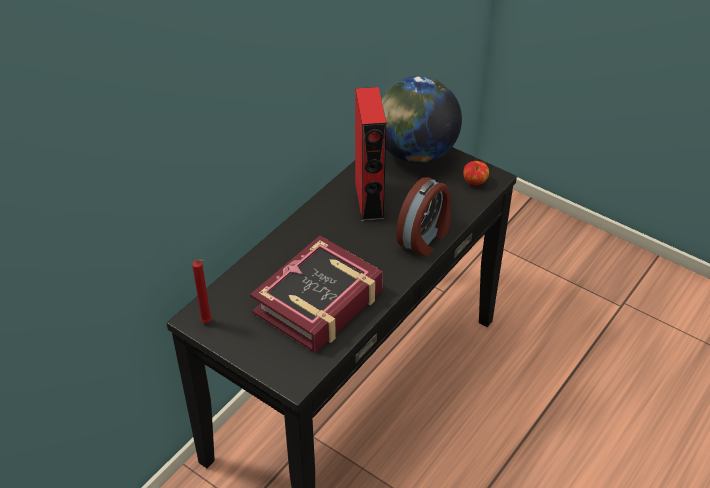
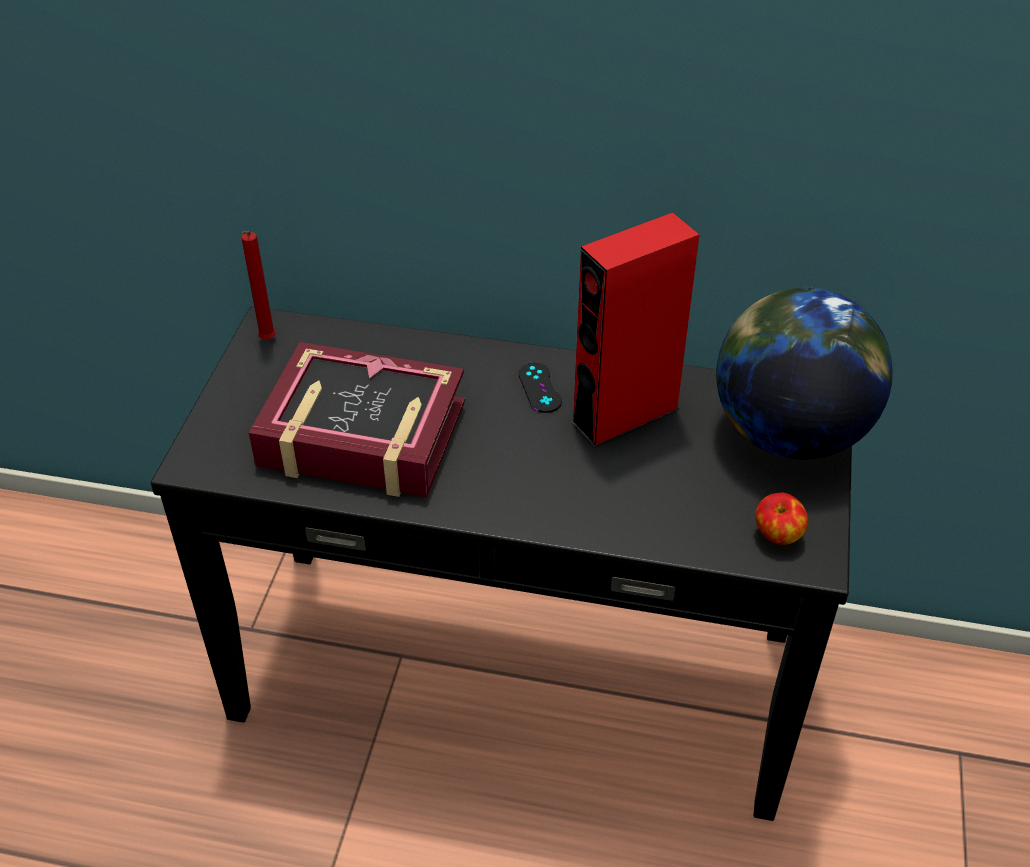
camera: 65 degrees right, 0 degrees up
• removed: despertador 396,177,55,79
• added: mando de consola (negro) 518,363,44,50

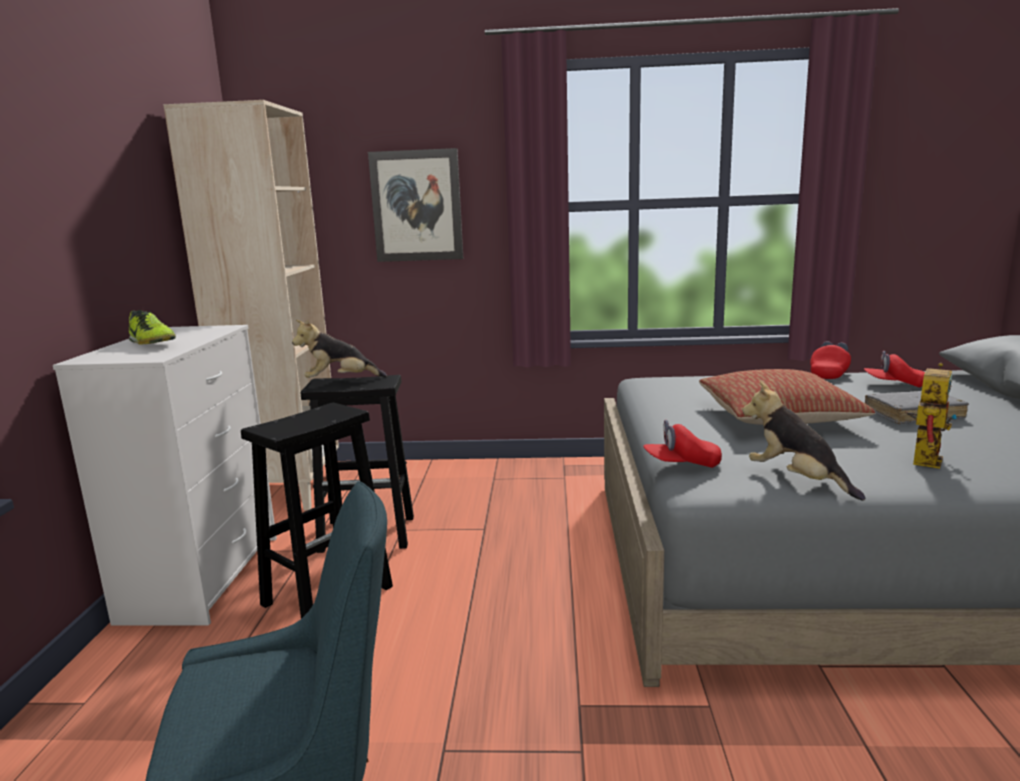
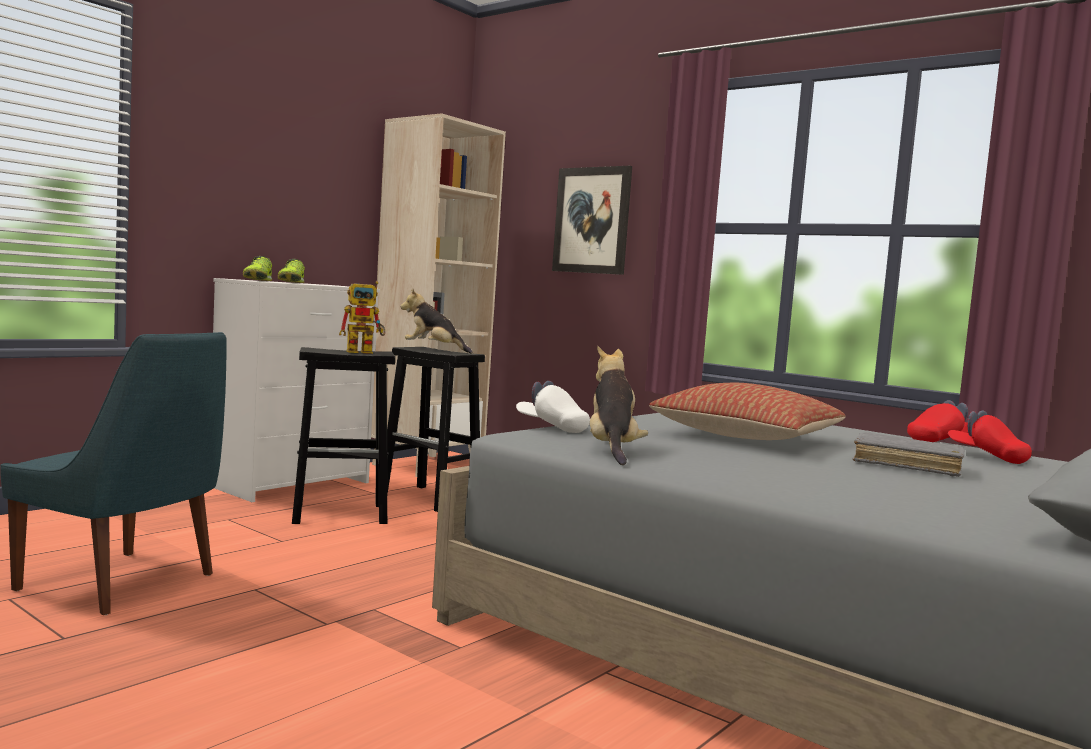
camera: 35 degrees right, 10 degrees down
• added: zapato 243,256,29,25
• moved: robot de juguete 905,363,53,106 to 339,281,46,73
• recoloured: gorra (rojo) 643,420,79,48 to gorra (blanco) 516,381,74,52

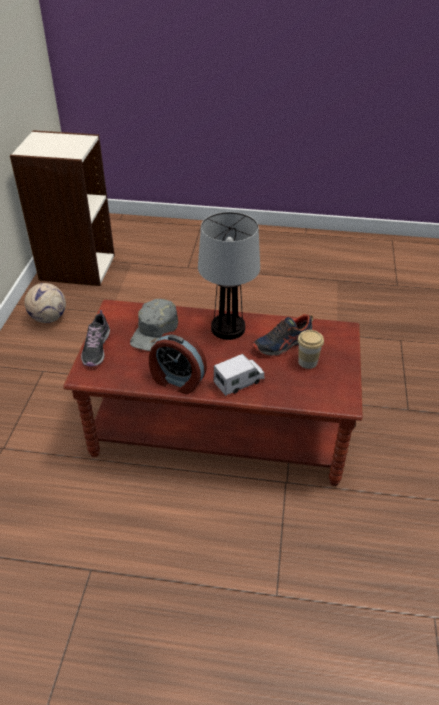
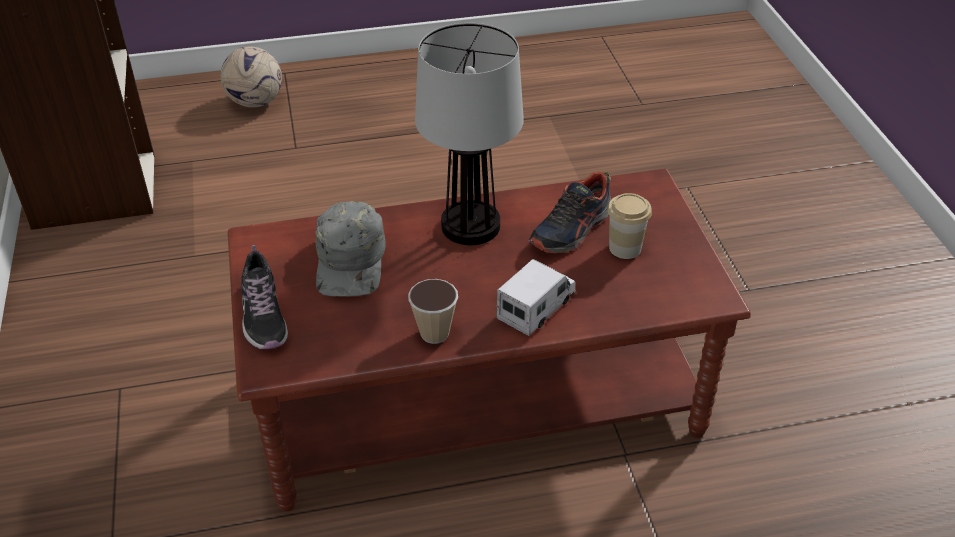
camera: 20 degrees left, 0 degrees up
• moved: balón de fútbol 25,283,41,40 to 221,46,61,61
• replaced: despertador 149,331,58,63 to taza 408,279,50,65

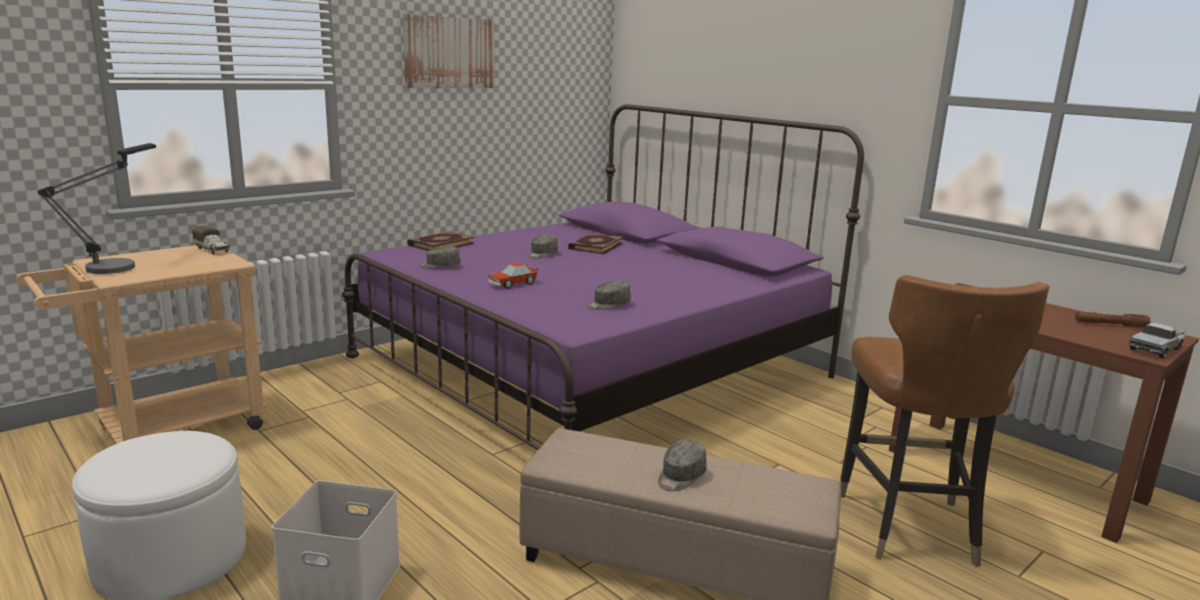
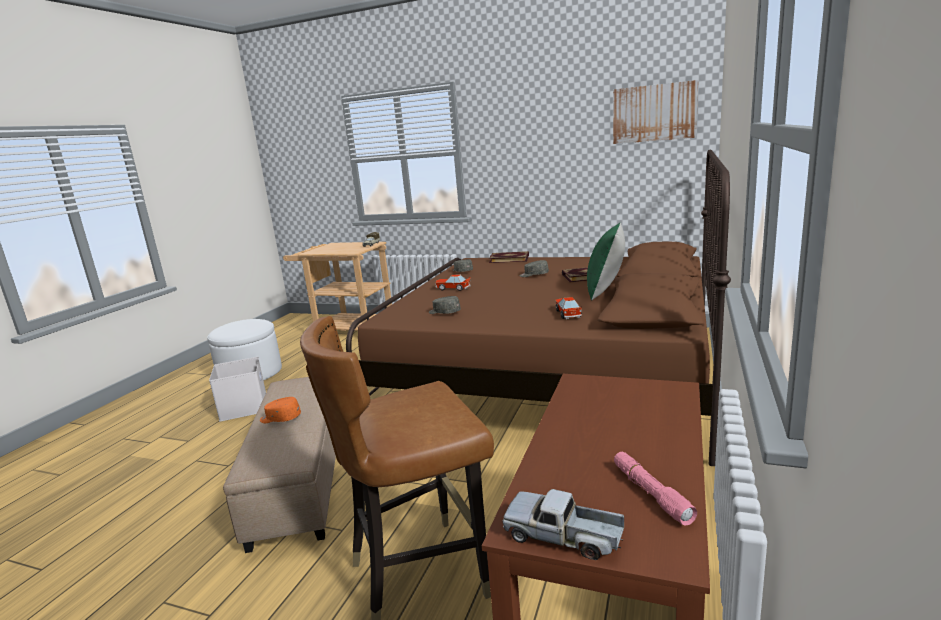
camera: 65 degrees right, 0 degrees up
• removed: lámpara de mesa 38,143,118,131
• added: coche de juguete 555,297,27,22
• added: cojín (verde) 587,223,38,77
• moved: cuadro 403,14,92,74 to 613,80,85,64
• recoloured: cama (morado) 342,104,522,346 to cama (marrón) 346,150,385,316
• recoloured: gorra (gris) 658,440,49,51 to gorra (naranja) 260,397,41,26
• recoloured: linterna (marrón) 1075,312,75,16 to linterna (rosa) 614,452,83,73

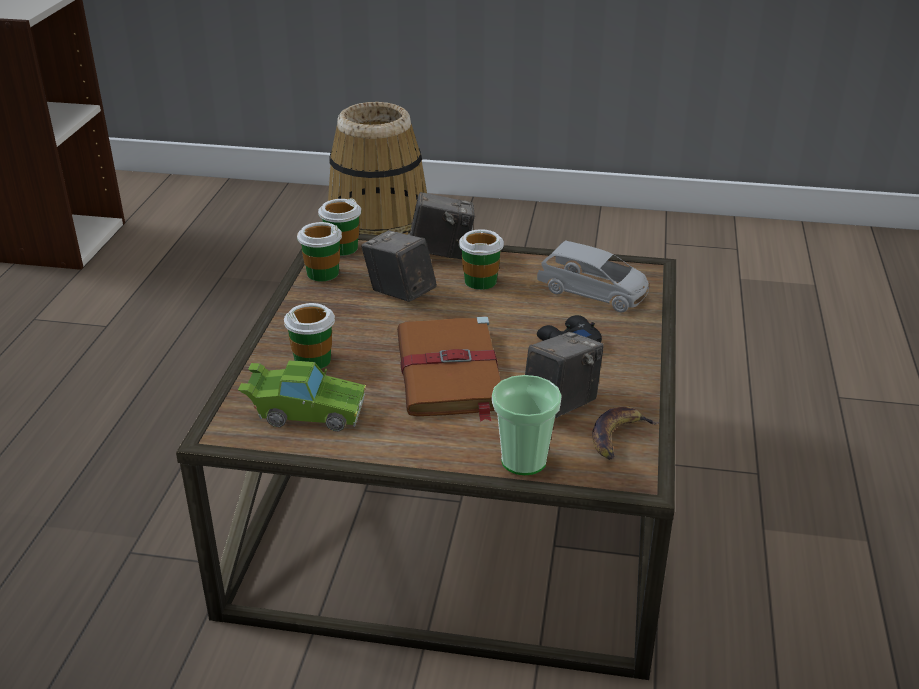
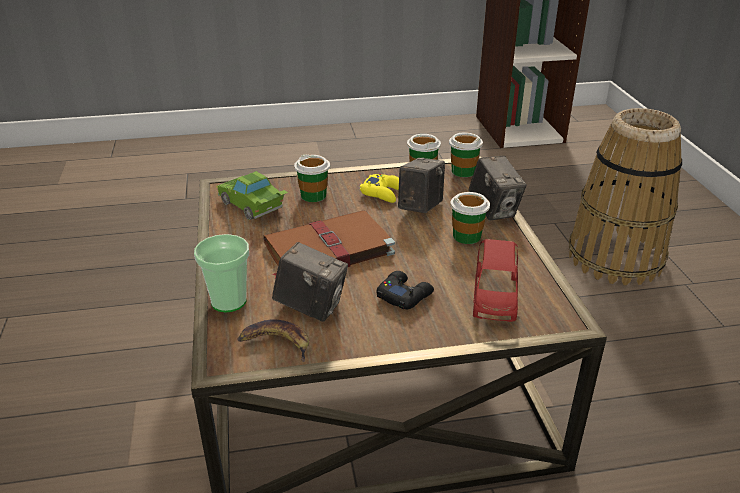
camera: 70 degrees right, 0 degrees up
• added: mando de consola (amarillo) 360,174,39,29
• recoloured: coche de juguete (gris) 537,240,112,72 to coche de juguete (rojo) 473,239,45,83
• turned: coche de juguete (verde) 238,360,128,72 = 216,171,72,49 150 degrees clockwise

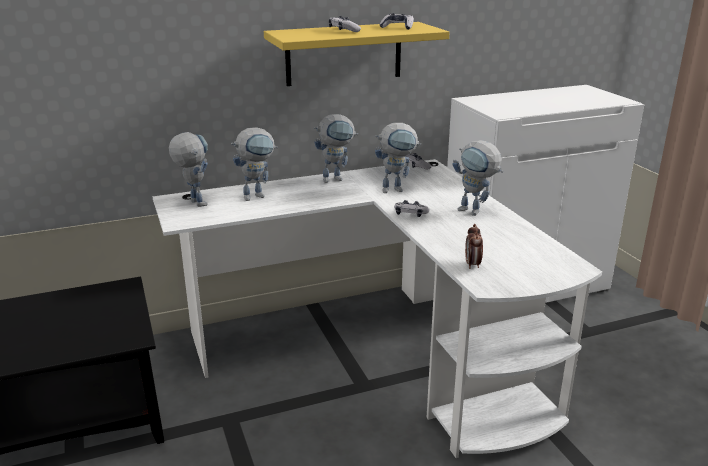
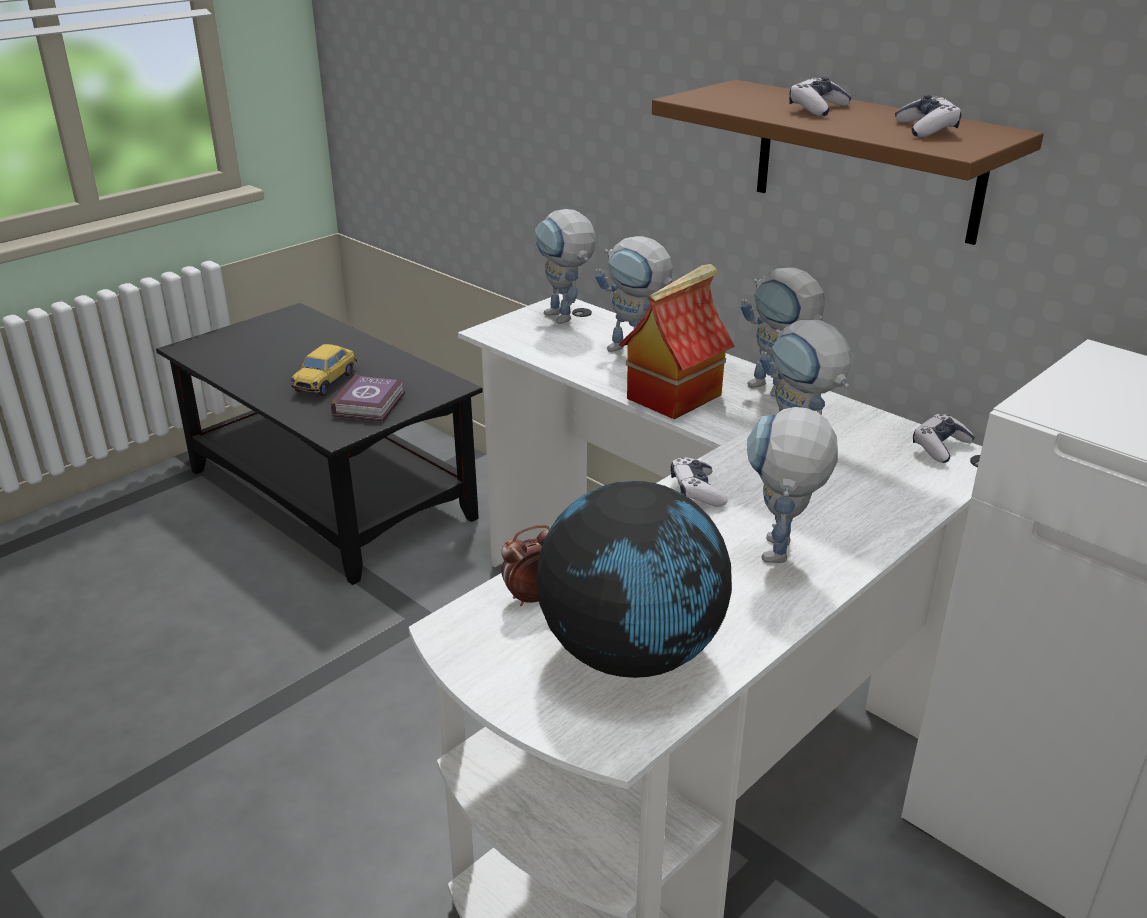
camera: 65 degrees right, 5 degrees up
• added: coche de juguete 291,344,66,52
• added: libro 331,374,74,48
• added: globo terráqueo 536,481,196,197
• added: casita 619,264,116,155
• recoloured: estante (amarillo) 264,22,186,64 to estante (marrón) 652,80,392,165
• turned: robot de juguete 169,132,39,75 = 535,209,61,115 120 degrees clockwise

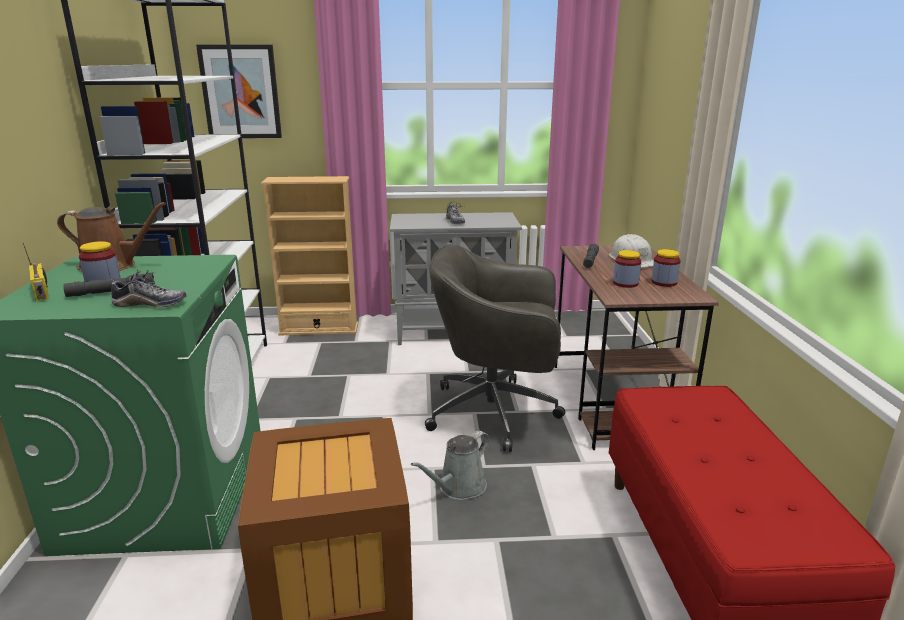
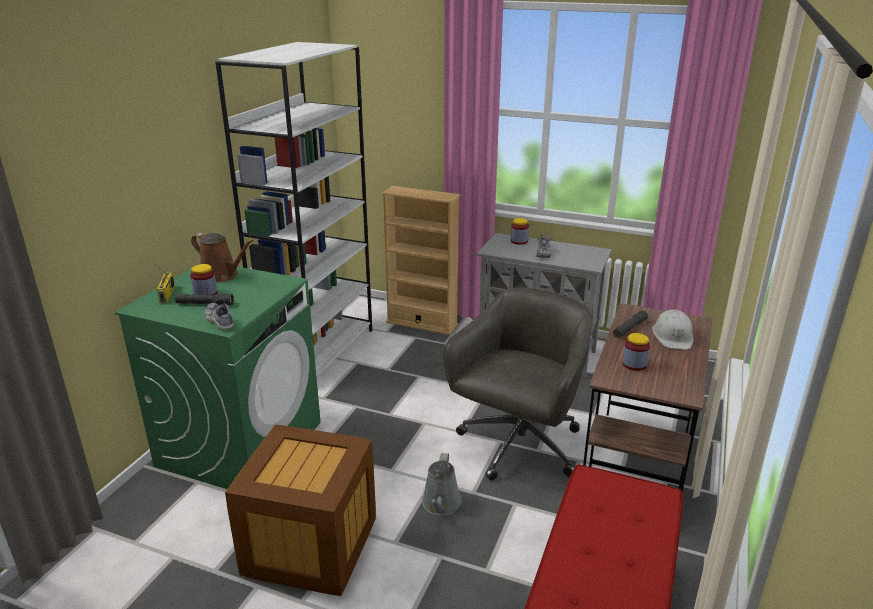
camera: 25 degrees right, 5 degrees up
• removed: cuadro 196,44,86,94
• moved: tarro 651,249,30,38 to 511,218,18,27
• turned: zapato 111,269,76,38 = 204,298,30,33 150 degrees counterclockwise
• turned: regadera (gris) 411,431,78,69 = 422,453,40,63 60 degrees counterclockwise
• turned: silla de oficina (gris) 425,245,140,207 = 444,288,149,192 90 degrees clockwise

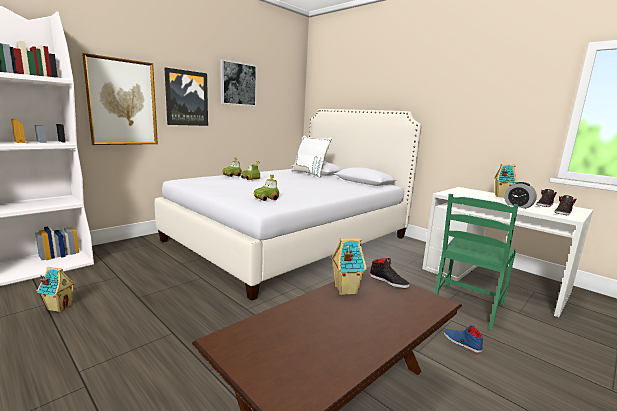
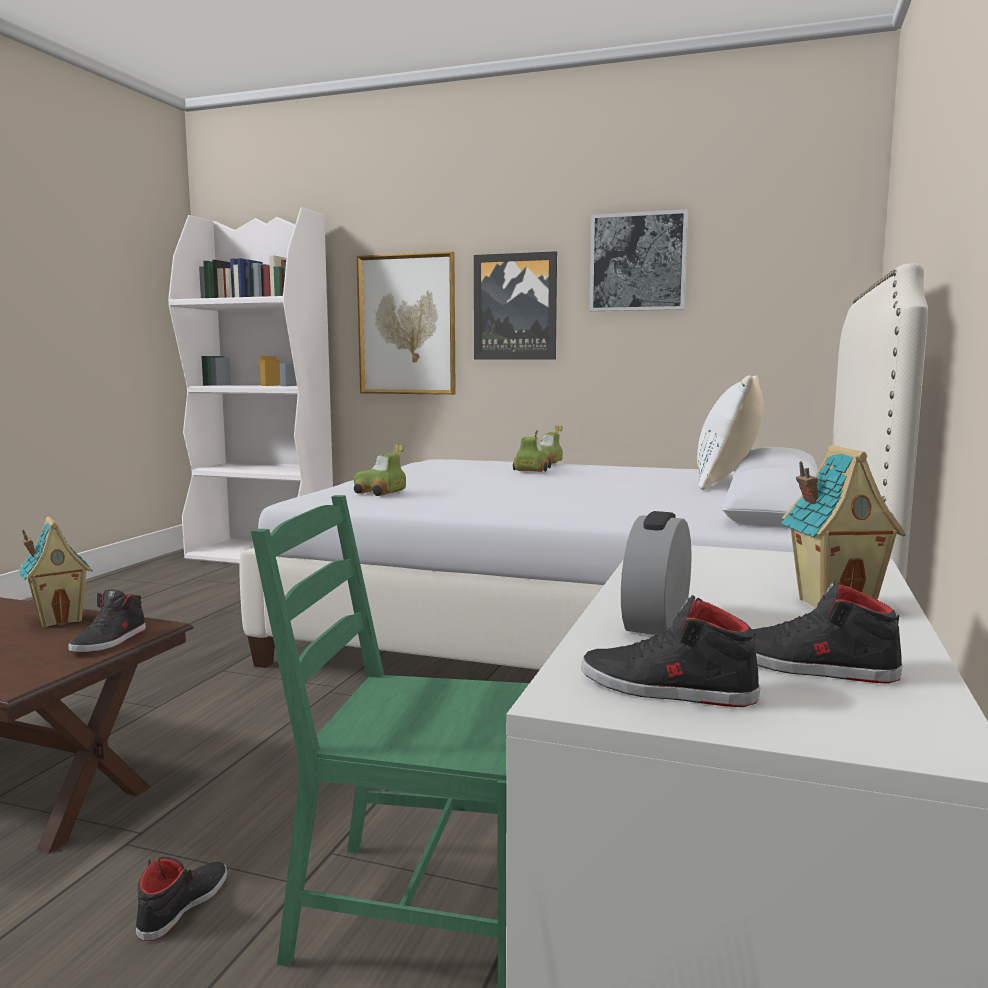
camera: 65 degrees right, 5 degrees down
• removed: casita 37,267,39,45
• recoloured: zapato (azul) 443,325,40,28 to zapato (negro) 136,856,91,85

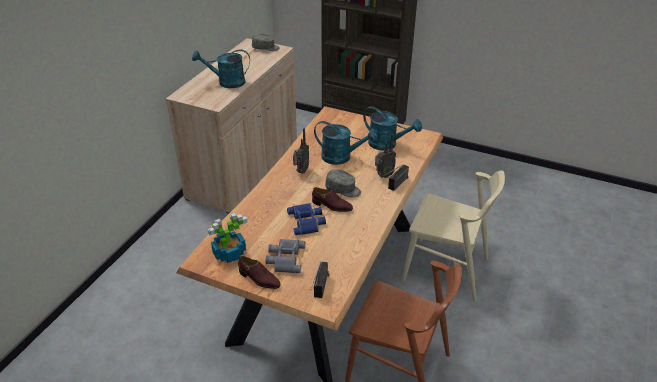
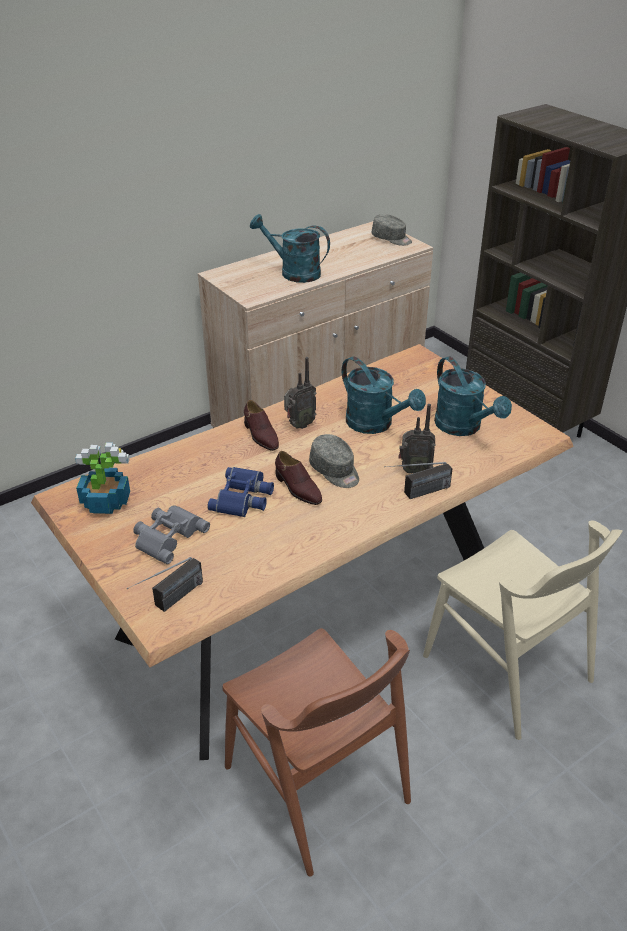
camera: 30 degrees right, 0 degrees up
• moved: zapato (marrón) 238,256,43,33 to 244,400,35,51

